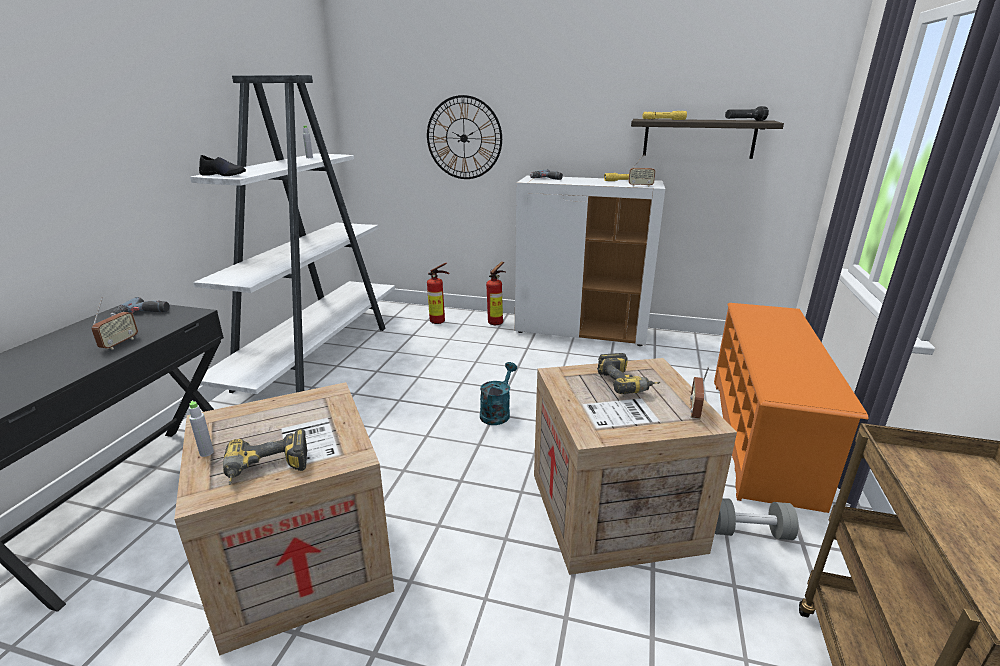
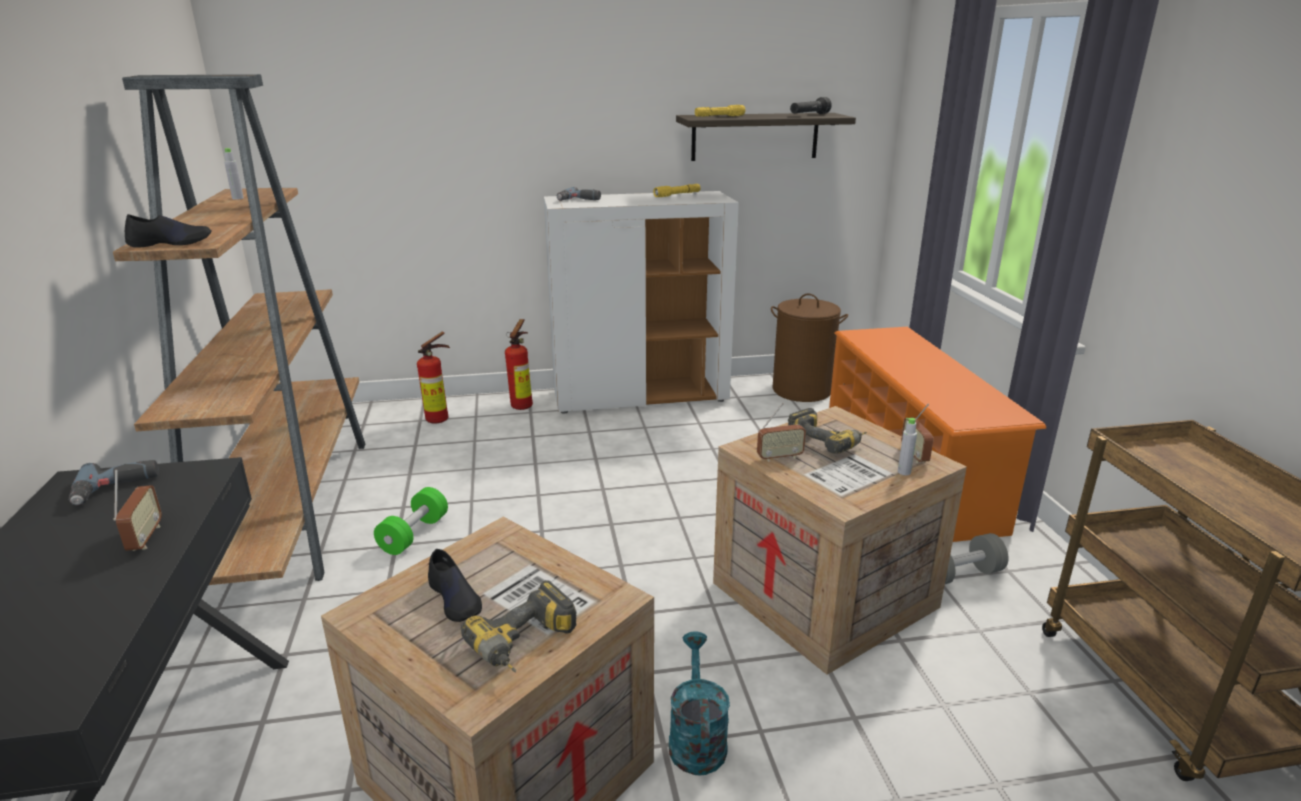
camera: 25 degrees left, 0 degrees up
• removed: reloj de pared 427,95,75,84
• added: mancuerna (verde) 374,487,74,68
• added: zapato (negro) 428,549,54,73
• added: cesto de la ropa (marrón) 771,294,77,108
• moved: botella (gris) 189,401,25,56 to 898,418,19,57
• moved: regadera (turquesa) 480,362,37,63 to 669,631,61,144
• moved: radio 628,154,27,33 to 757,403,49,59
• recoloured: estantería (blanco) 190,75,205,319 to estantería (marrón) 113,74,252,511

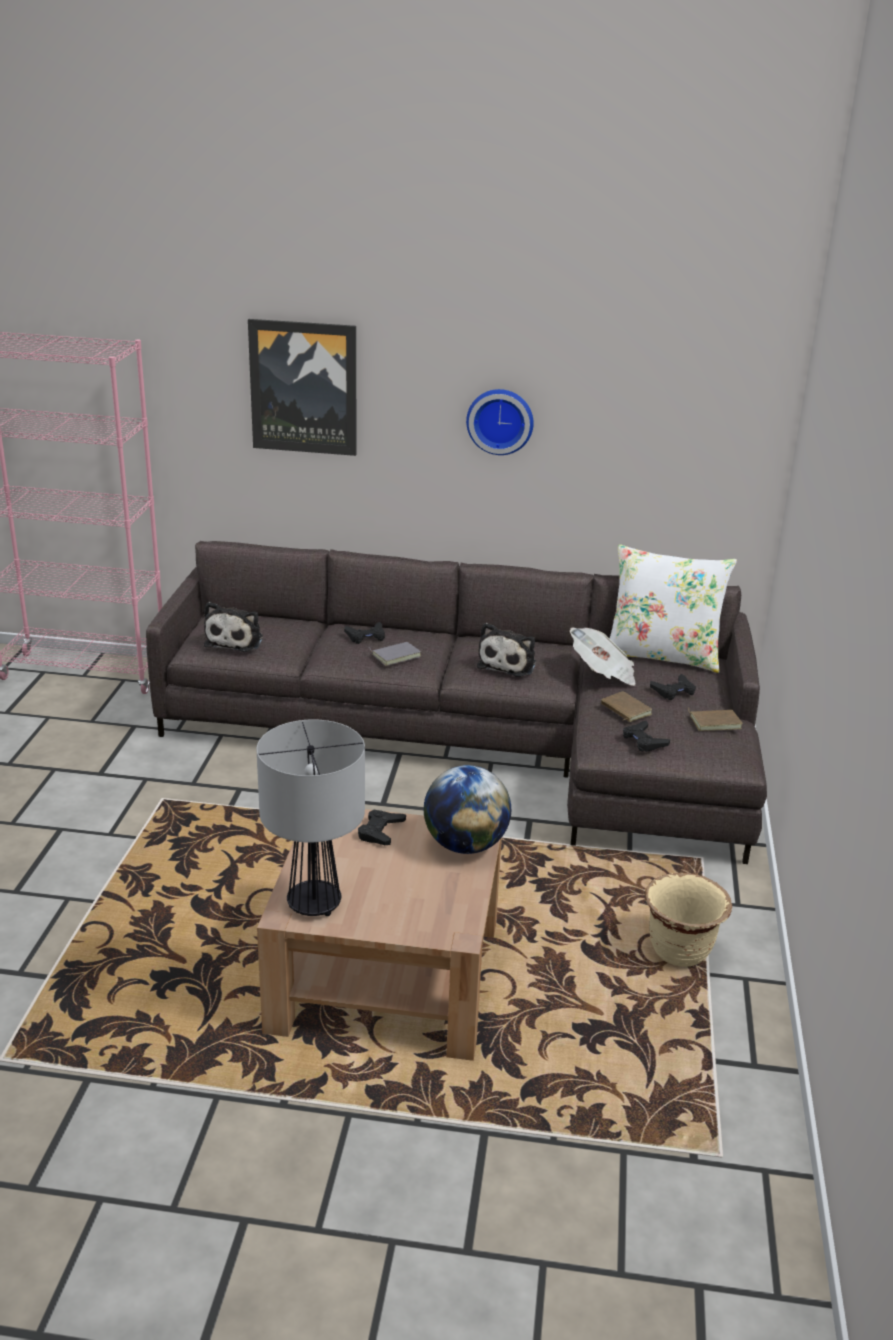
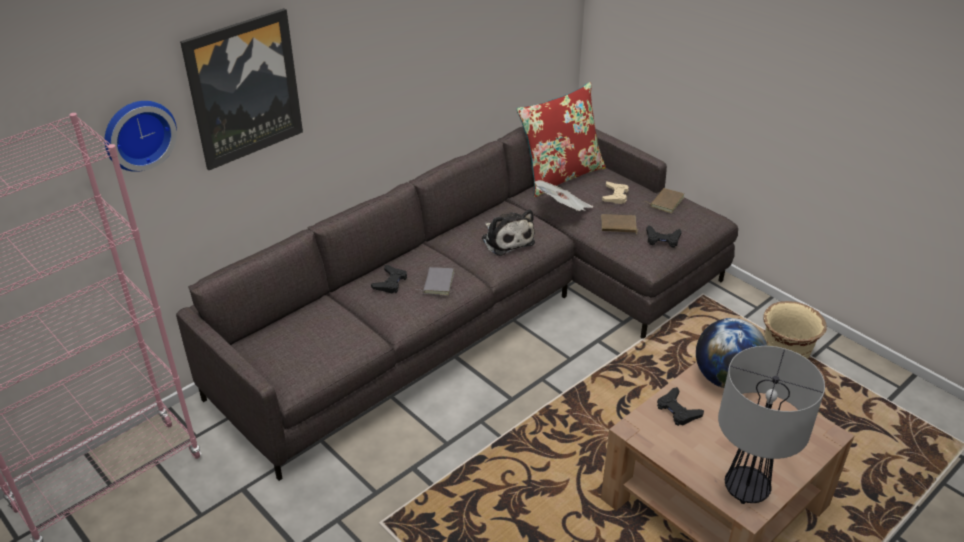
camera: 50 degrees left, 10 degrees up
• removed: peluche 204,602,59,50
• moved: reloj de pared 466,389,68,66 to 105,101,72,71
• recoloured: cojín (blanco) 610,544,127,129 to cojín (rojo) 517,82,89,115
• recoloured: mando de consola (negro) 650,674,46,26 to mando de consola (beis) 602,181,27,23

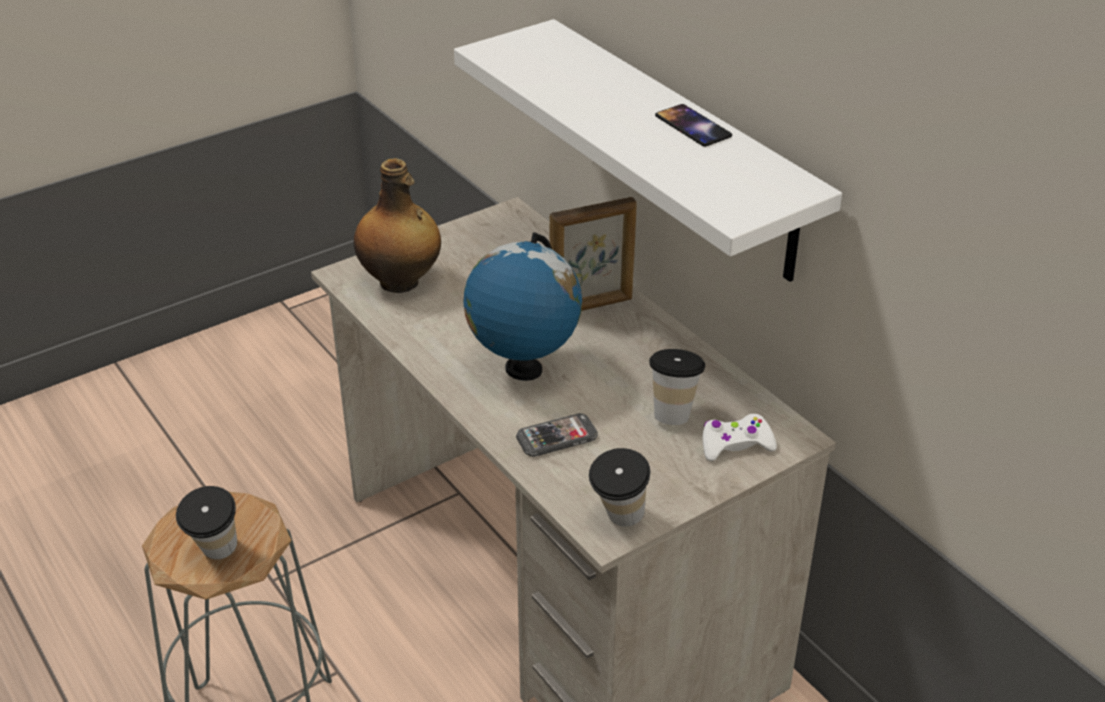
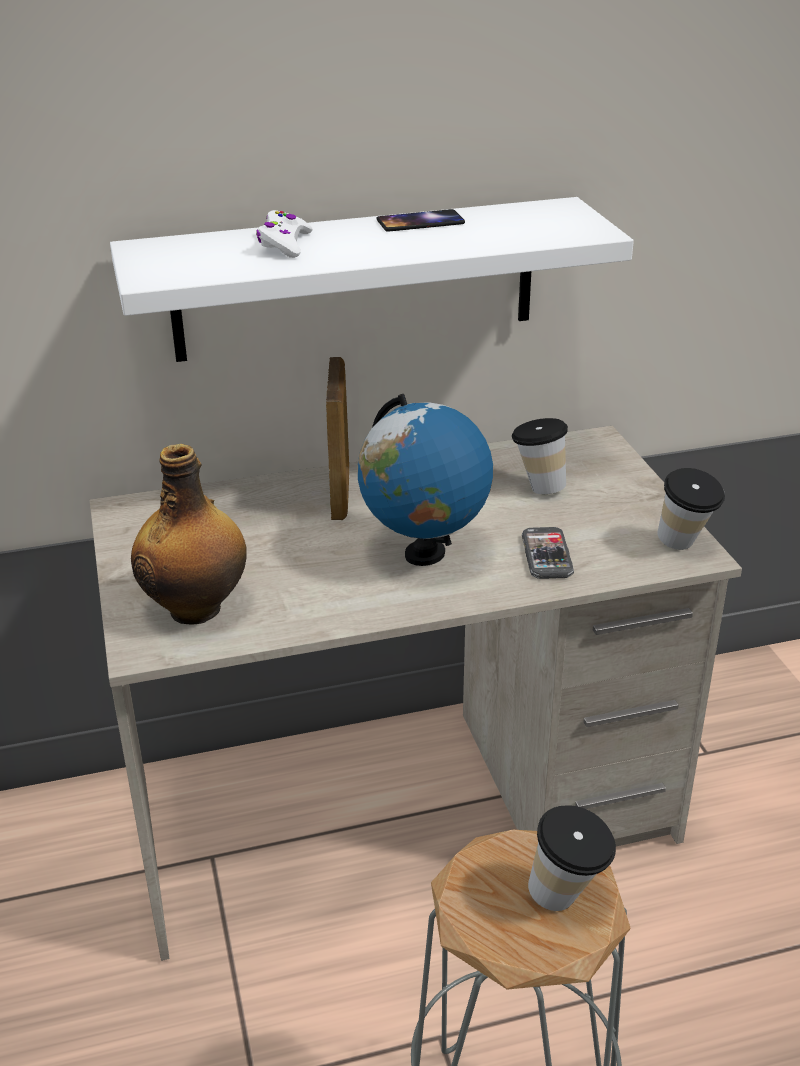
camera: 70 degrees left, 5 degrees down
• moved: mando de consola (blanco) 702,414,75,47 to 256,210,57,48

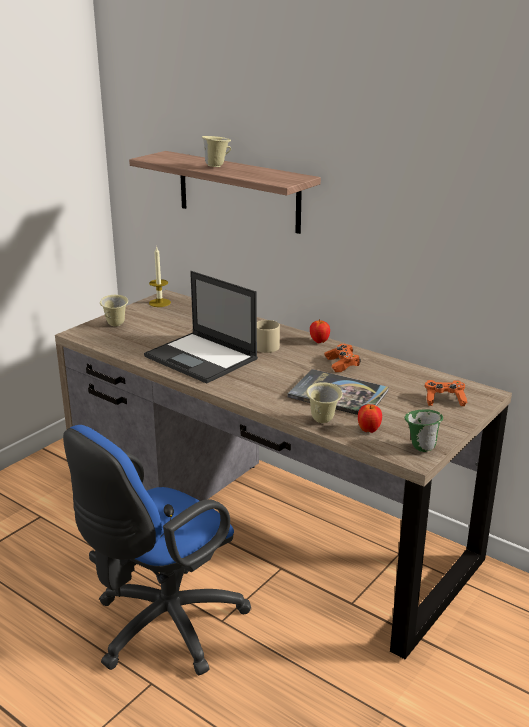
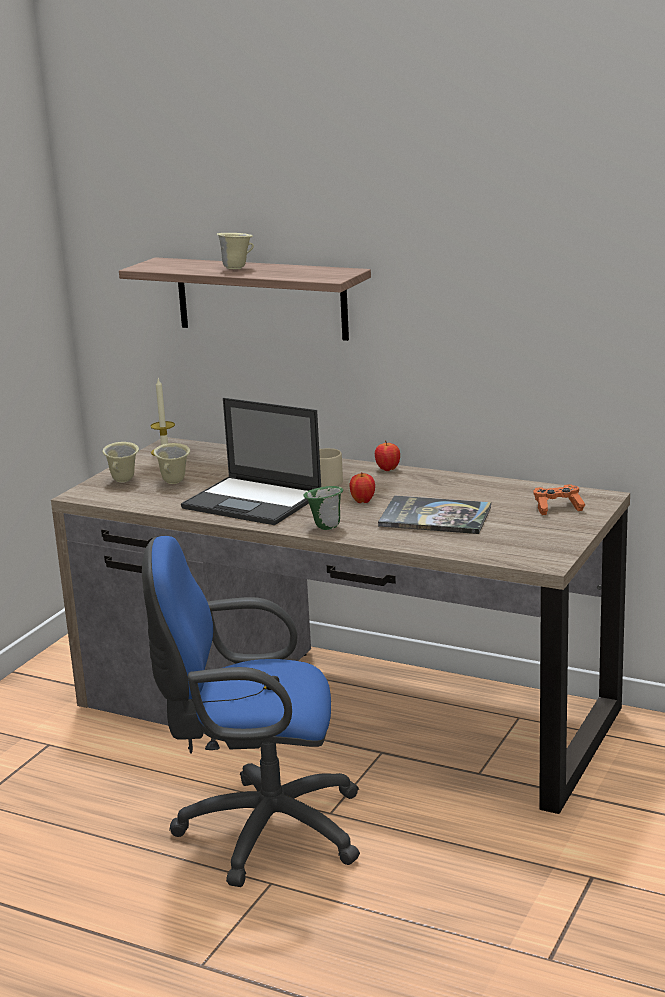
camera: 10 degrees left, 5 degrees down
• removed: mando de consola (naranja) 325,344,36,28
• moved: taza grande (beis) 306,382,36,41 to 154,443,36,41
• moved: manzana 358,404,24,29 to 350,472,25,31
• moved: taza grande (verde) 405,409,38,43 to 303,486,40,44
• turned: silla de oficina (azul) 63,425,188,250 = 142,536,218,351 60 degrees clockwise

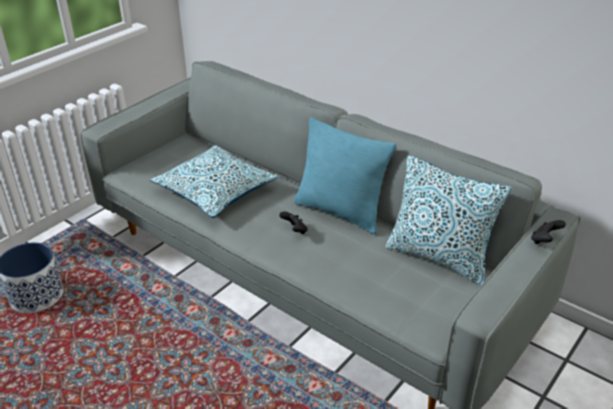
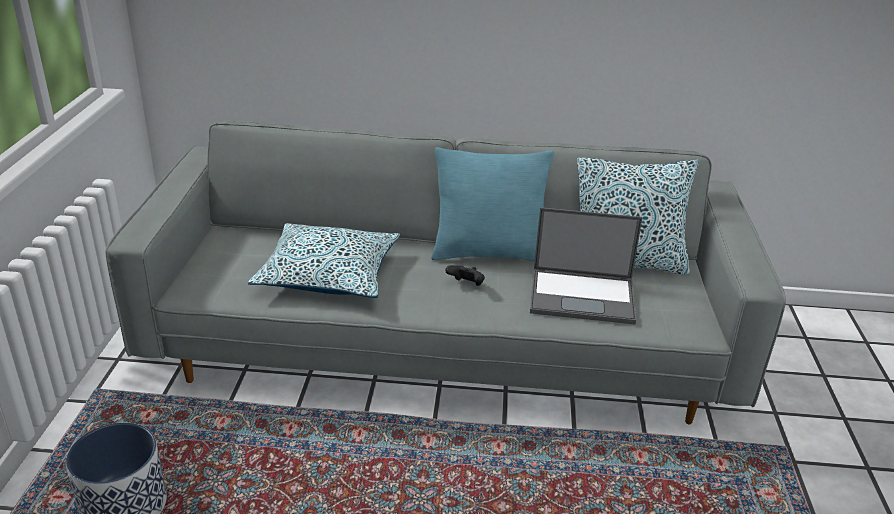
camera: 35 degrees left, 5 degrees down
• removed: mando de consola (negro) 531,220,35,24
• added: portátil 530,207,113,117

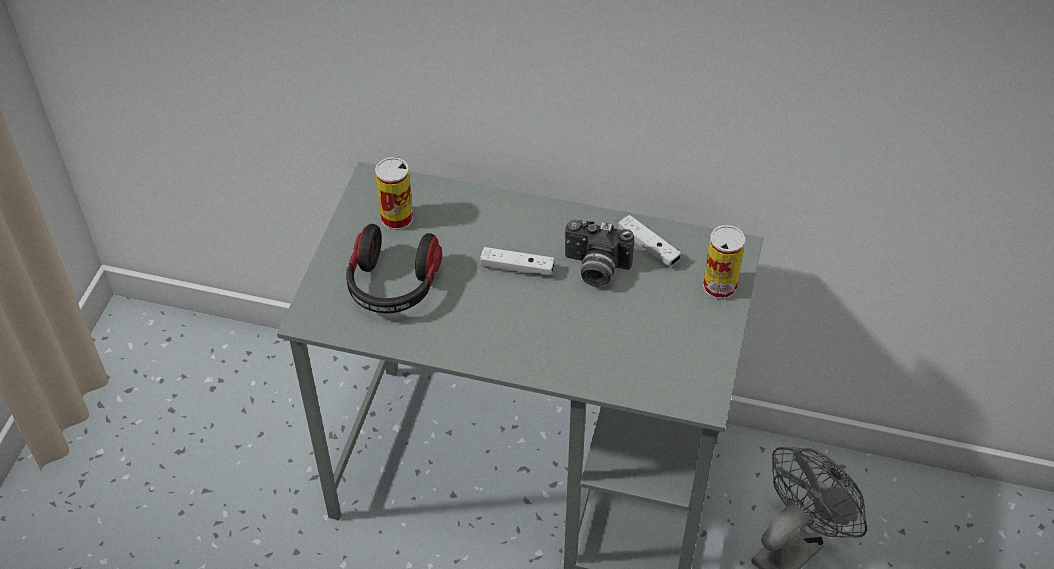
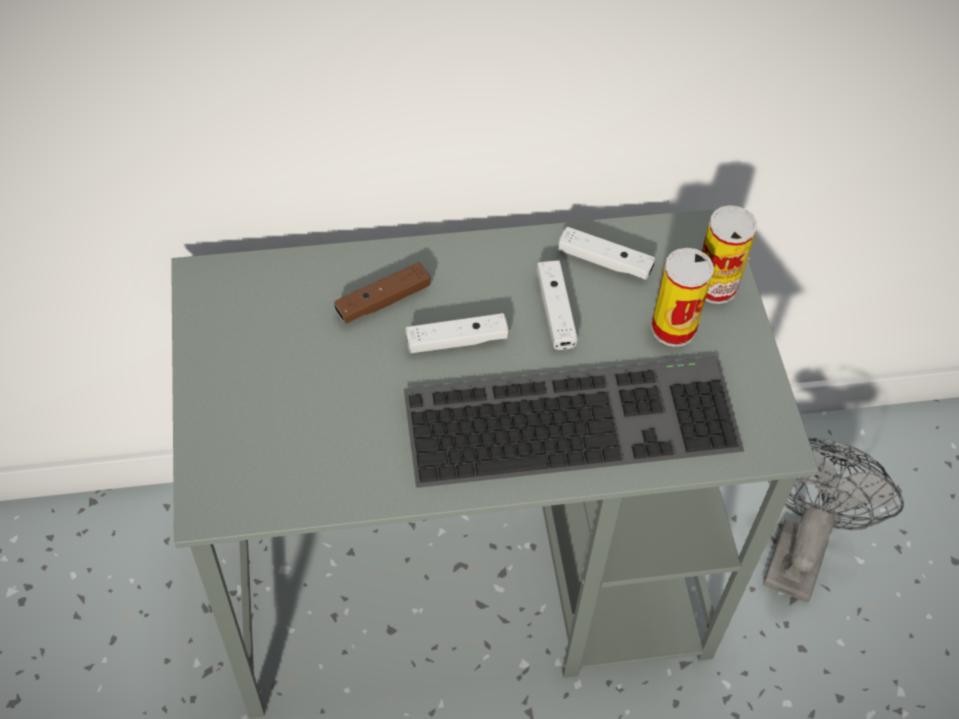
camera: 25 degrees left, 5 degrees up
• removed: auriculares 346,224,96,89
• added: mando de consola (marrón) 334,262,96,62
• added: teclado 404,356,340,132
• moved: lata 375,157,38,73 to 651,248,63,99
• replaced: cámara 565,220,69,67 to mando de consola (blanco) 537,261,40,89

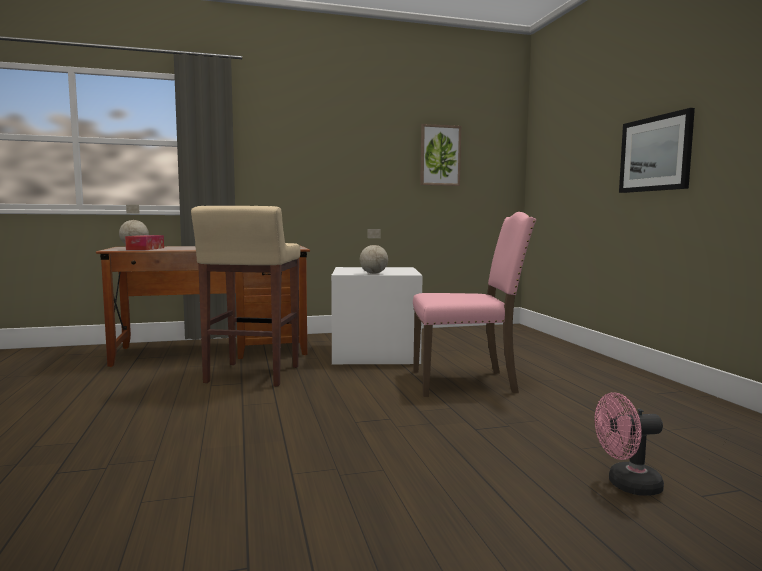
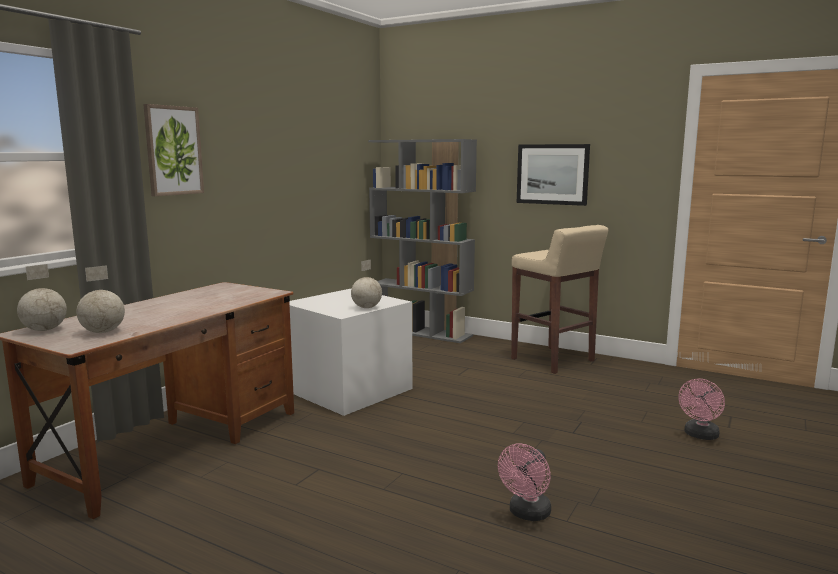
camera: 45 degrees left, 5 degrees up
• removed: silla (rosa) 413,212,123,185
• added: estantería (gris) 368,139,109,204
• added: ventilador (rosa) 498,443,53,78
• moved: taburete (beis) 191,206,110,181 to 511,225,97,149
• moved: cuadro 420,124,41,62 to 143,104,61,92
• replaced: caja de pañuelos 125,235,39,15 to globo terráqueo 76,265,49,68

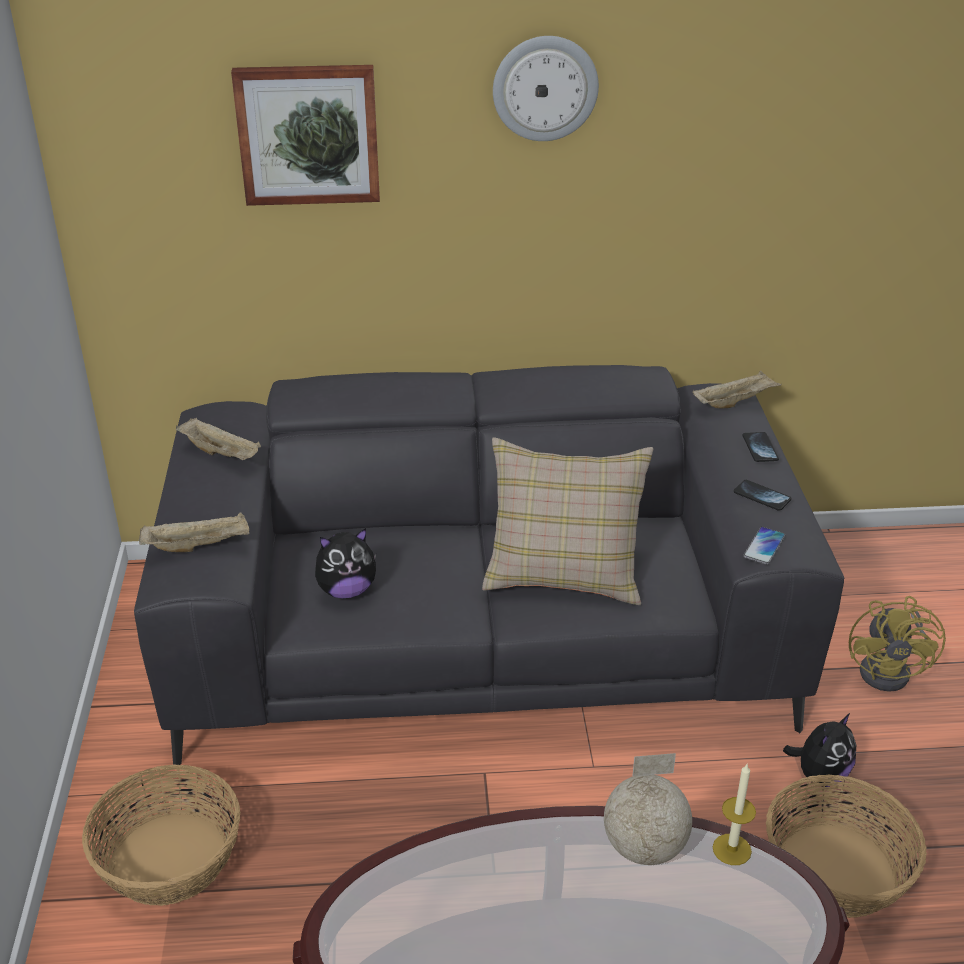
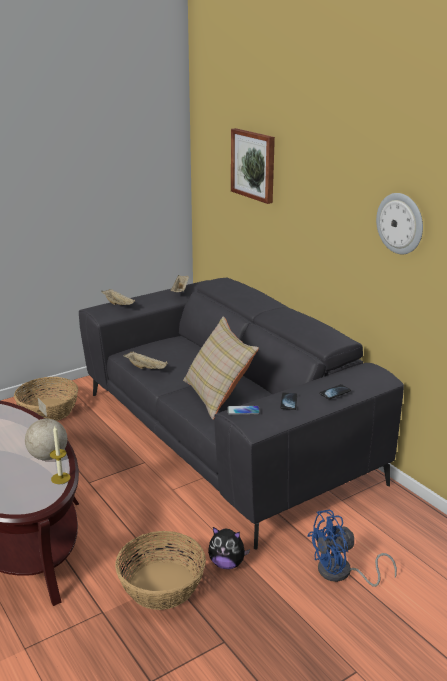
camera: 60 degrees right, 10 degrees down
• removed: peluche 315,528,61,70
• moved: reloj de pared 493,36,106,105 to 376,193,47,61
• moved: bandeja (beis) 693,371,89,38 to 124,351,44,18
• recoloured: ventilador (amarillo) 849,596,97,96 to ventilador (azul) 307,510,90,77

